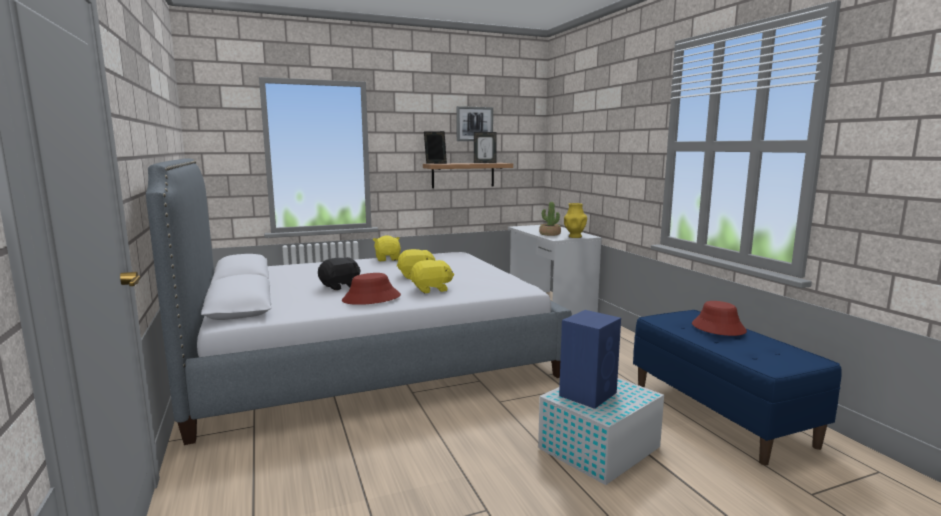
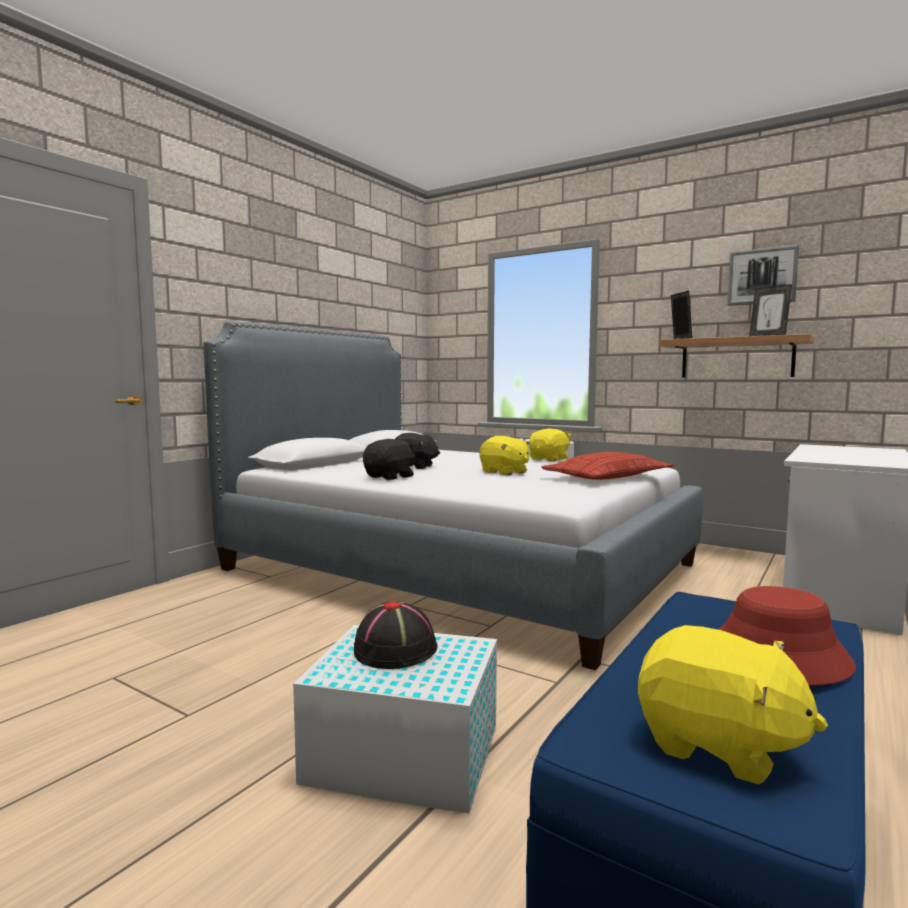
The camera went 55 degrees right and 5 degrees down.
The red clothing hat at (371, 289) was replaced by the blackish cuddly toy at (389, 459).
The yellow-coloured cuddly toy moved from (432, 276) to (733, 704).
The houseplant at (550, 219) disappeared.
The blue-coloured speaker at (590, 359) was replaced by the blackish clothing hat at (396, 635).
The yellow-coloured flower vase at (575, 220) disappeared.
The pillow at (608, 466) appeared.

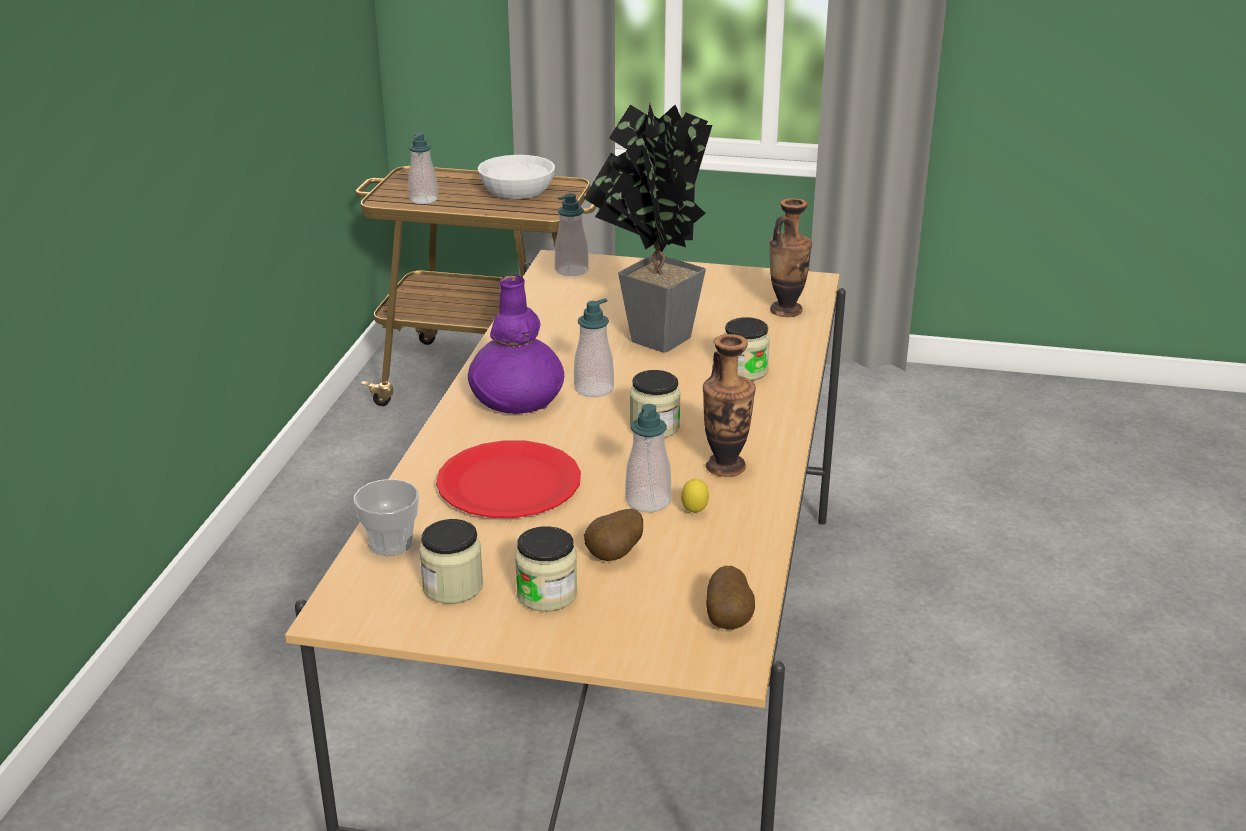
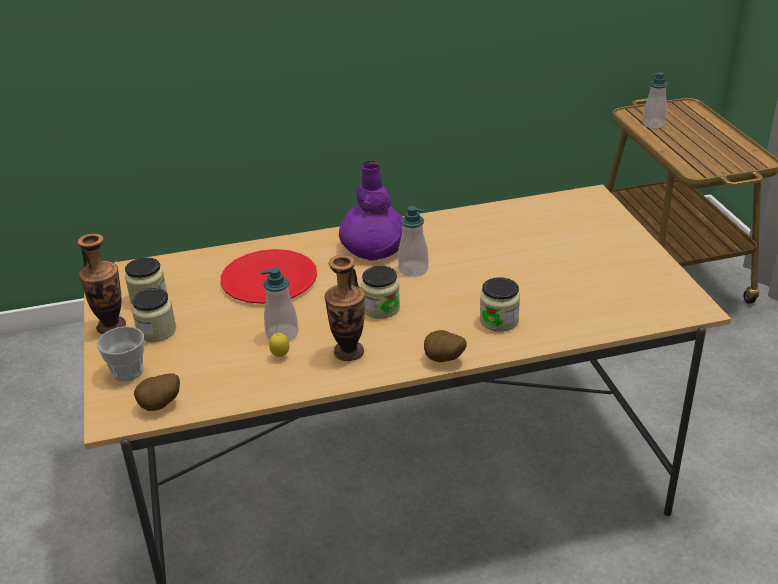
The camera went 65 degrees right and 5 degrees up.
The drinking cup moved from (386, 517) to (120, 354).
The white-coloured bowl at (516, 177) disappeared.
The soap dispenser at (572, 234) disappeared.
The houseplant at (648, 228) disappeared.
The whole potato moved from (613, 535) to (445, 346).
The flower vase moved from (790, 257) to (101, 284).

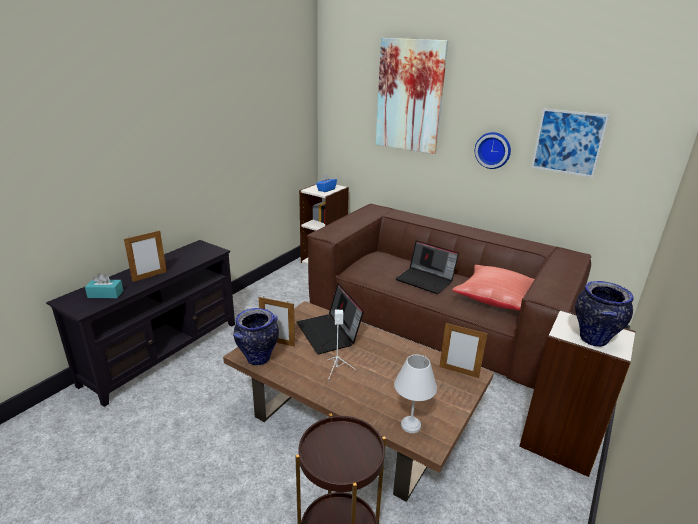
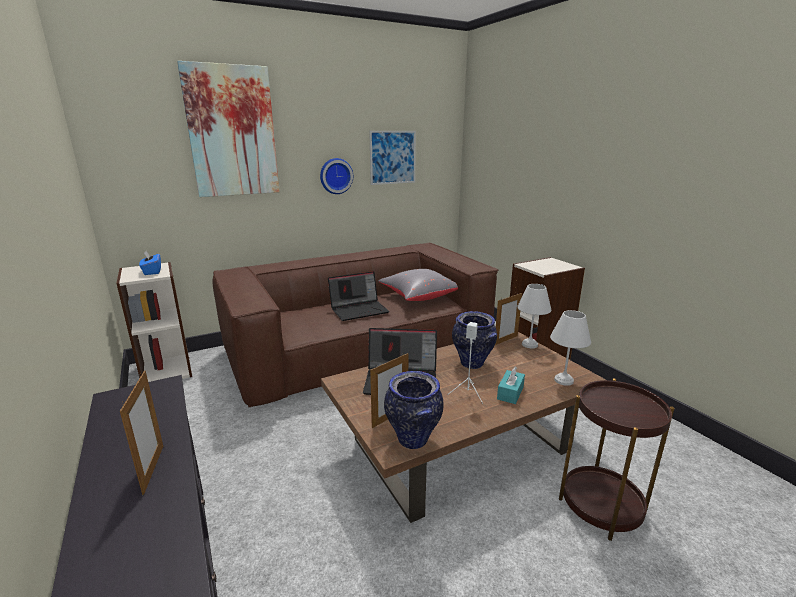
The camera went 60 degrees left and 5 degrees down.
The turquoise tissue box moved from (104, 285) to (511, 385).
The red pillow at (493, 288) became the gray pillow at (418, 285).
The flower vase moved from (604, 314) to (474, 340).
The white-coloured lamp for a table at (534, 316) appeared.

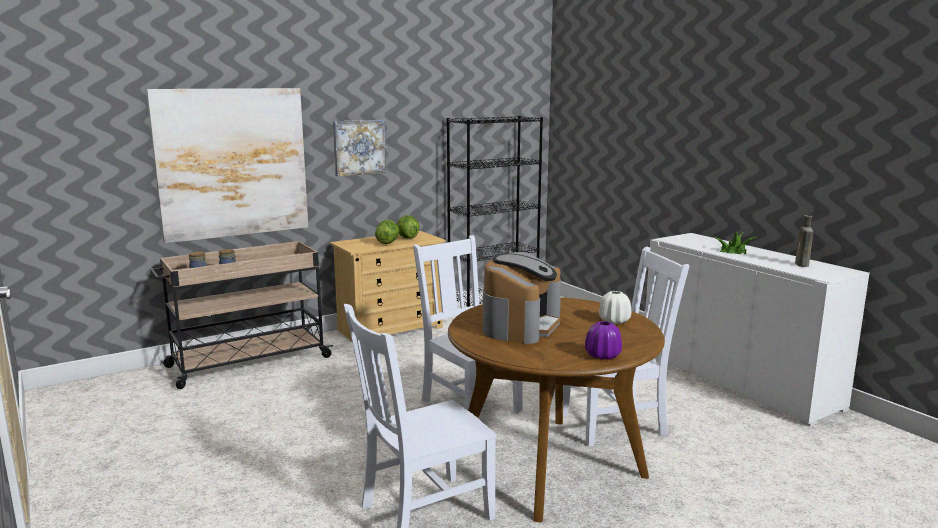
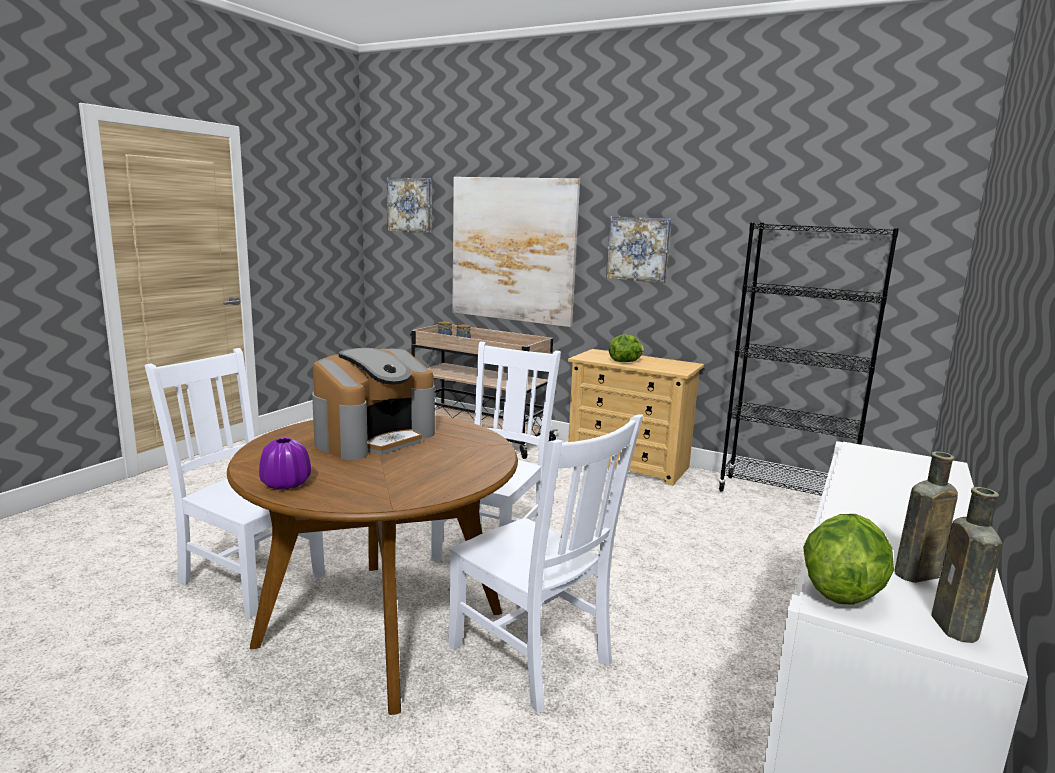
The camera went 60 degrees right and 0 degrees up.
The lettuce moved from (408, 227) to (848, 559).
The coffee machine at (522, 298) turned 45 degrees counterclockwise.
The white-coloured flower vase at (615, 307) disappeared.
The houseplant at (735, 242) disappeared.
The wall picture at (409, 205) appeared.
The brown drink bottle at (966, 565) appeared.

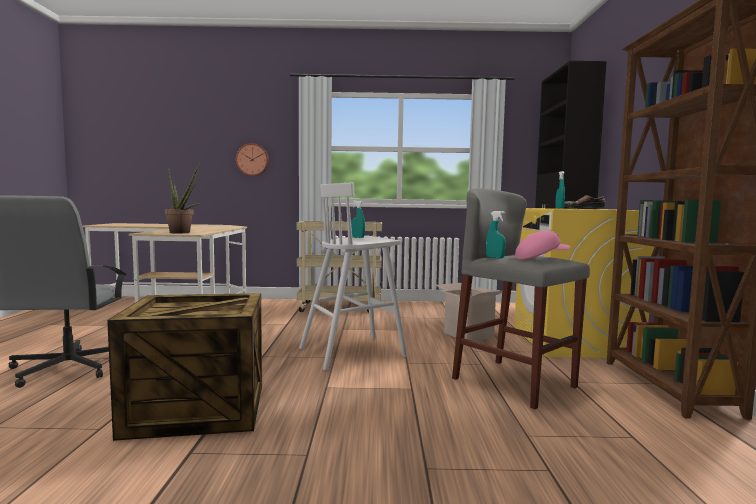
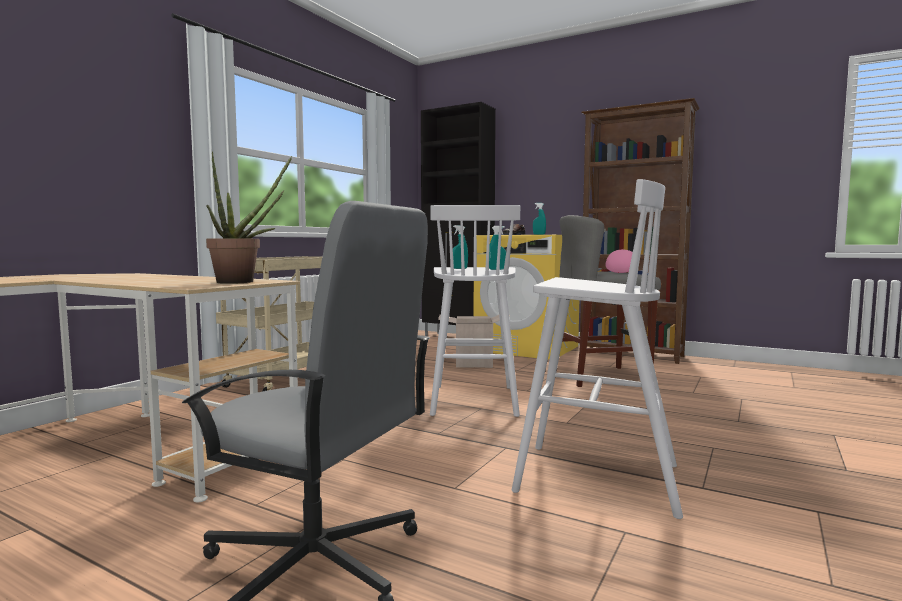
The camera went 60 degrees left and 0 degrees up.
The shipping crate at (184, 367) was replaced by the white-coloured sitting stool at (597, 349).
The clock on the wall at (252, 159) disappeared.
The turquoise hand sprayer moved from (496, 235) to (497, 248).

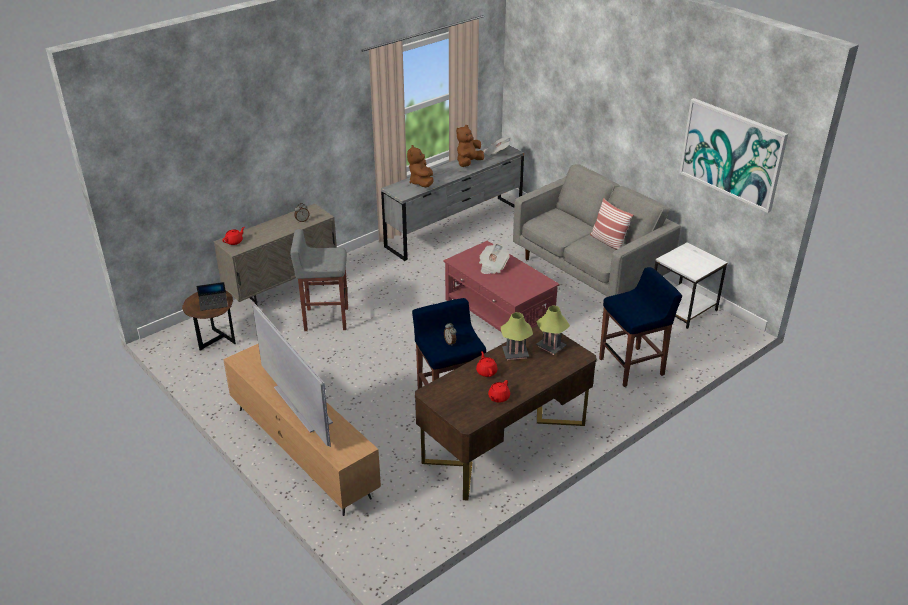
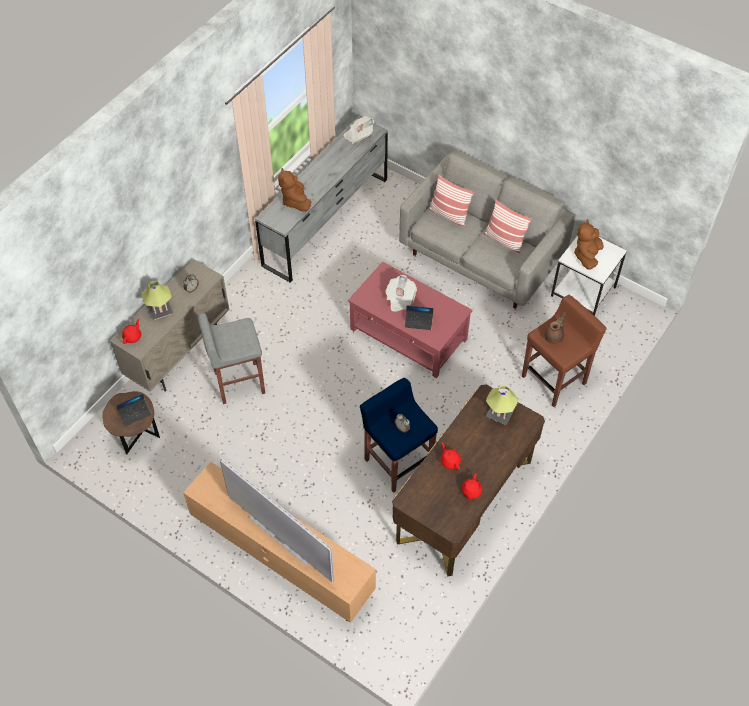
The camera went 15 degrees left and 20 degrees up.
The brown cuddly toy moved from (470, 146) to (589, 244).
The lamp for a table moved from (517, 336) to (157, 300).
The blue-coloured sitting stool at (640, 327) became the brown sitting stool at (564, 351).
The wall picture at (734, 155) disappeared.
The notebook computer at (419, 318) appeared.
The pillow at (451, 201) appeared.
The brown tea pot at (554, 328) appeared.

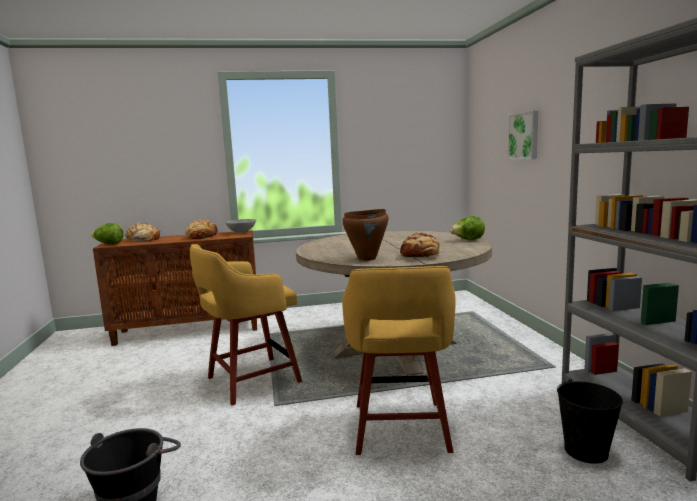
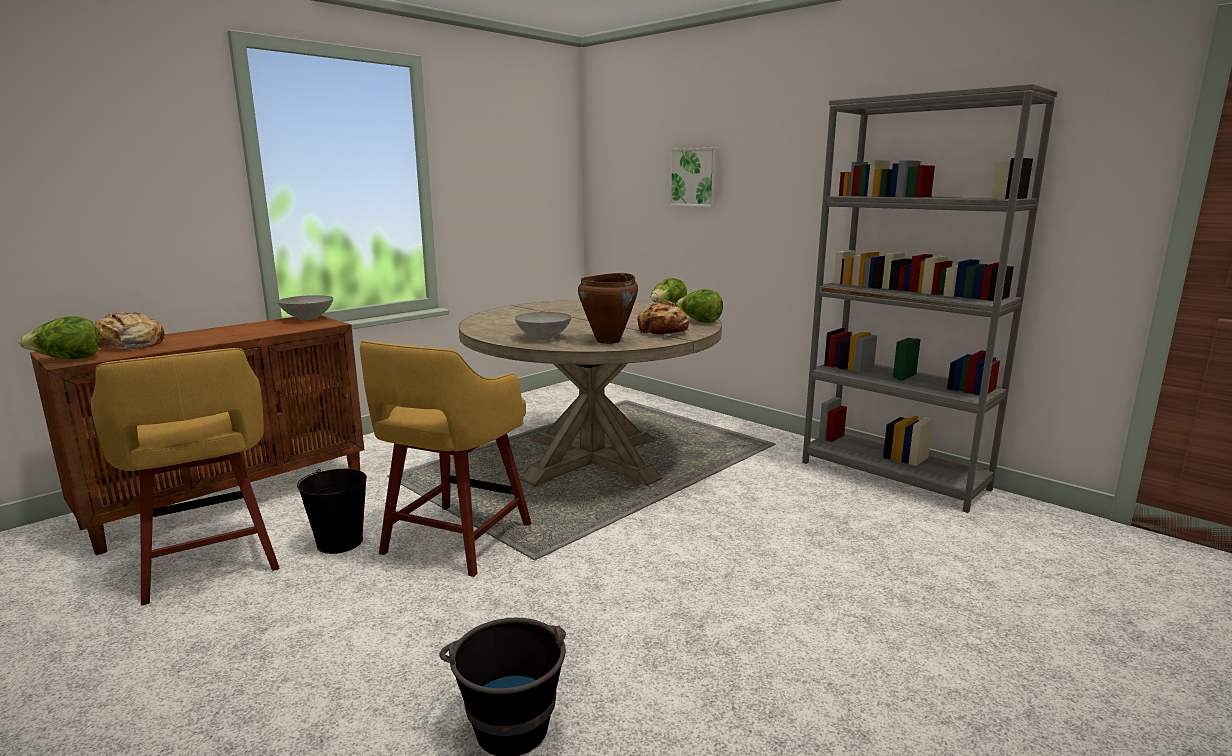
The camera went 35 degrees left and 5 degrees up.
The bakery bread at (201, 229) disappeared.
The yellow-coloured sitting stool moved from (399, 360) to (185, 476).
The blackish pail moved from (590, 421) to (332, 511).
The gray bowl at (543, 326) appeared.
The lettuce at (699, 306) appeared.

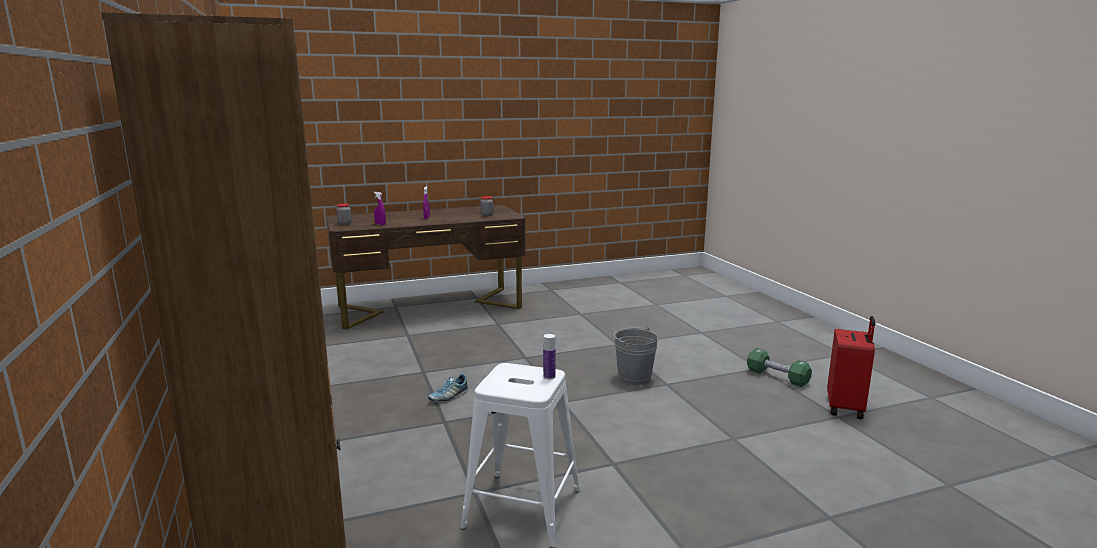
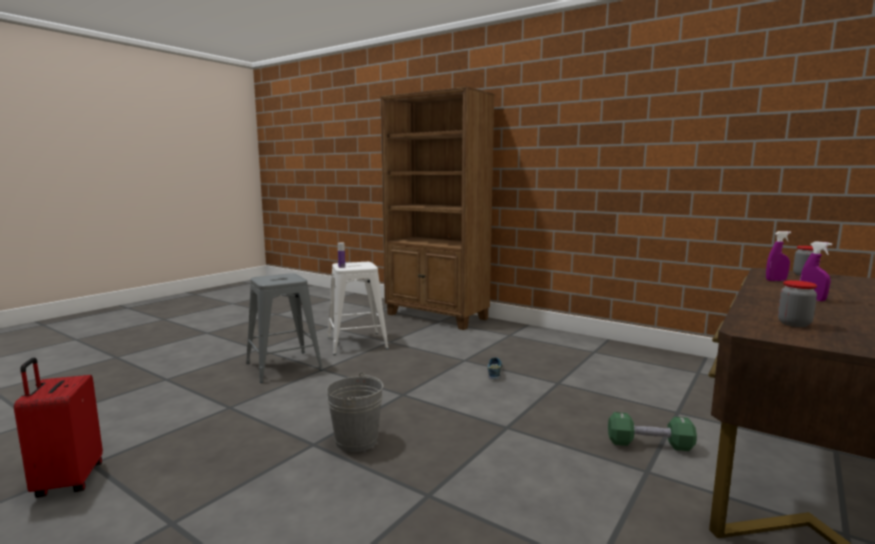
The camera went 145 degrees right and 5 degrees down.
The greenish dumbbell moved from (779, 367) to (652, 431).
The gray sitting stool at (284, 328) appeared.

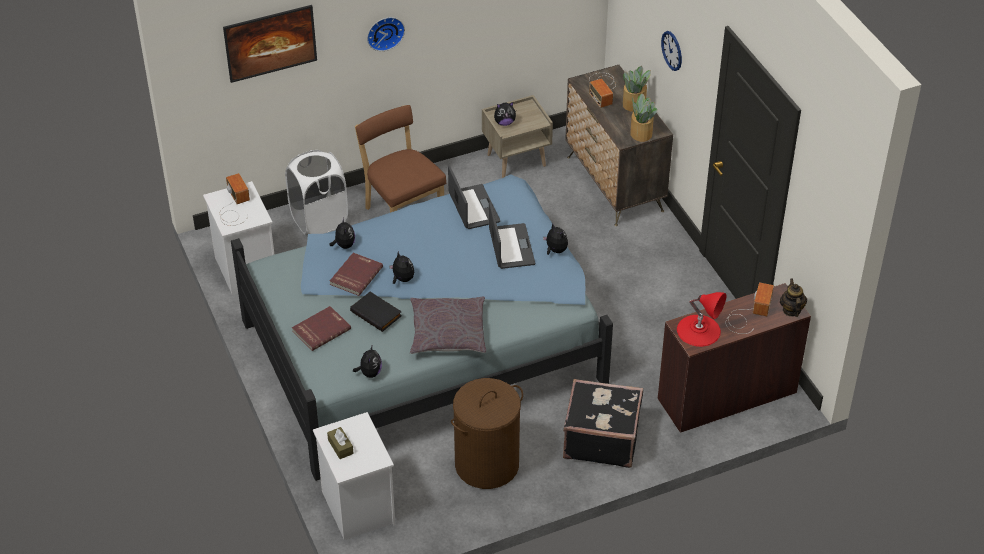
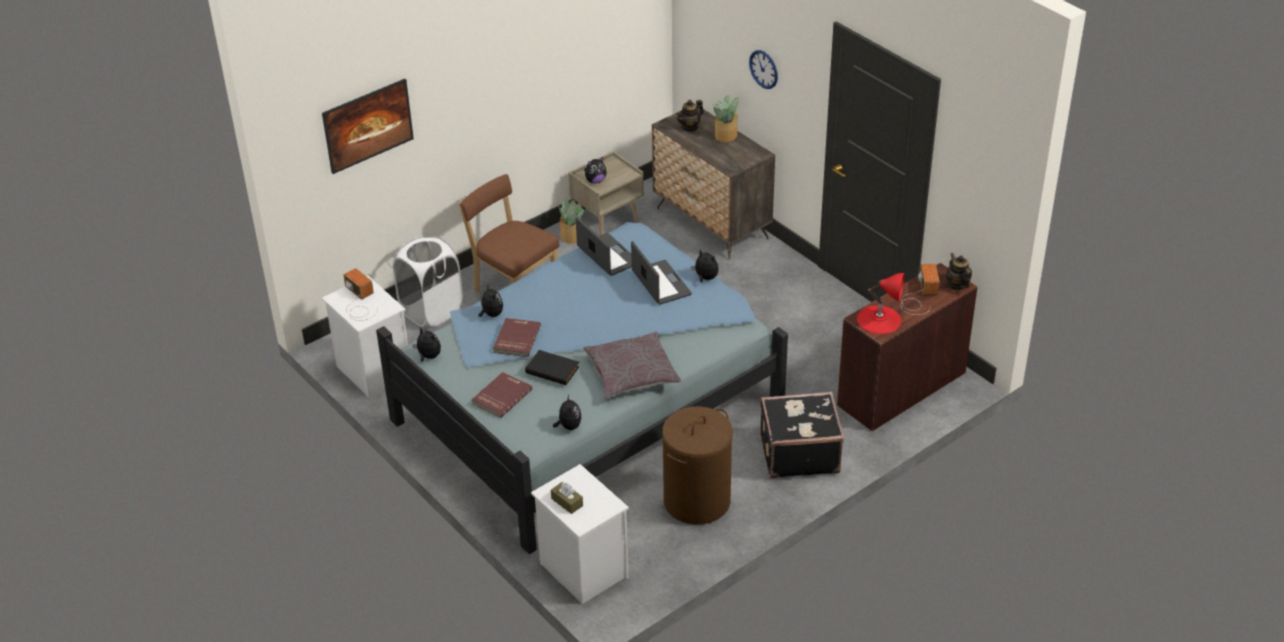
The camera went 15 degrees left and 5 degrees down.
The clock on the wall at (386, 34) disappeared.
The cuddly toy moved from (401, 267) to (426, 344).
The radio set at (602, 90) was replaced by the tea pot at (690, 116).
The houseplant moved from (643, 117) to (570, 221).

